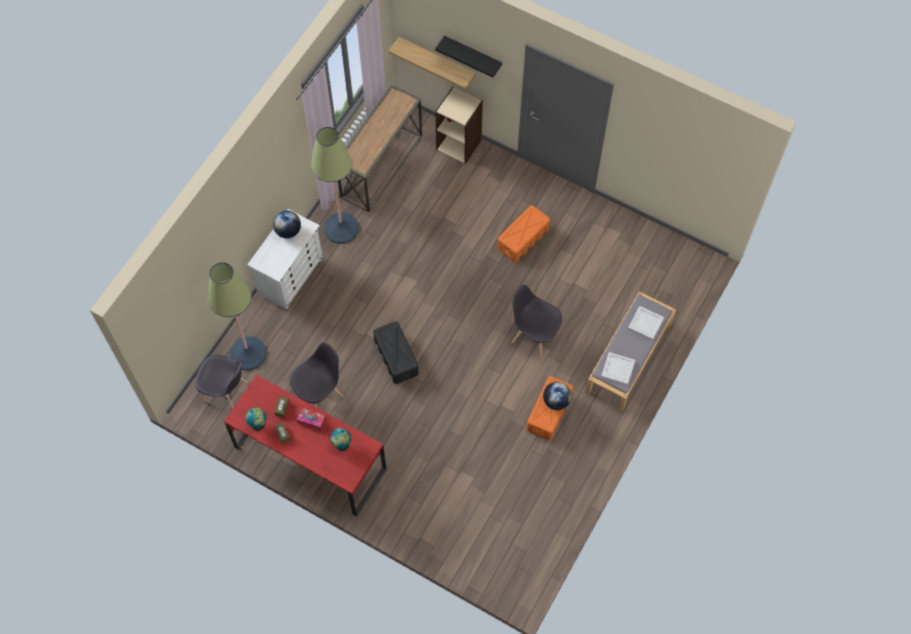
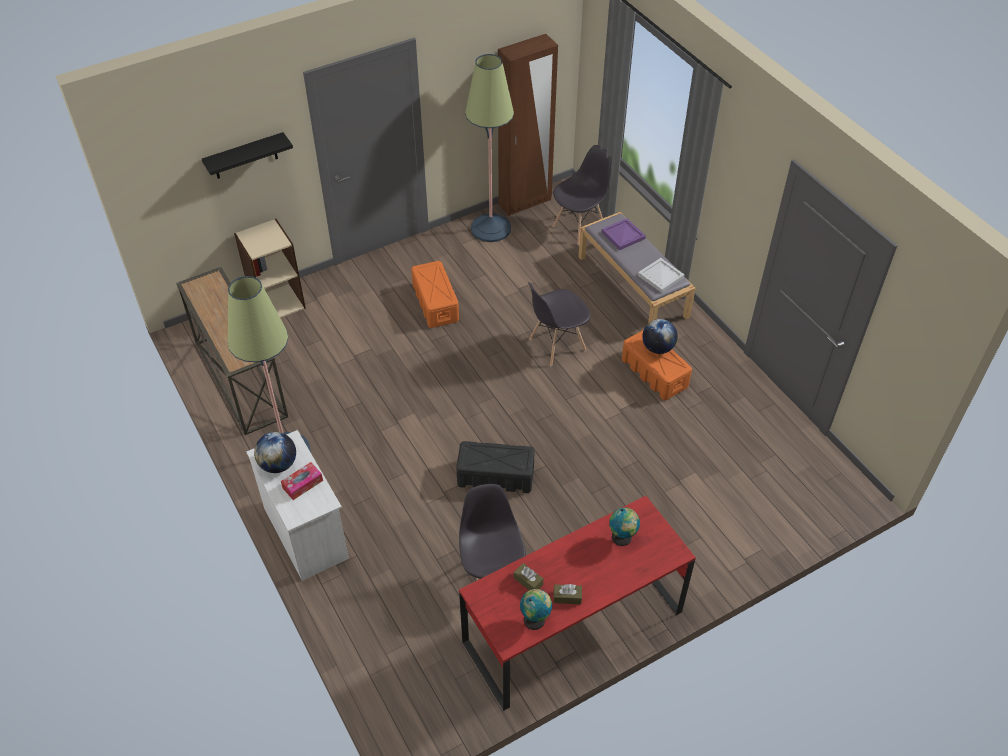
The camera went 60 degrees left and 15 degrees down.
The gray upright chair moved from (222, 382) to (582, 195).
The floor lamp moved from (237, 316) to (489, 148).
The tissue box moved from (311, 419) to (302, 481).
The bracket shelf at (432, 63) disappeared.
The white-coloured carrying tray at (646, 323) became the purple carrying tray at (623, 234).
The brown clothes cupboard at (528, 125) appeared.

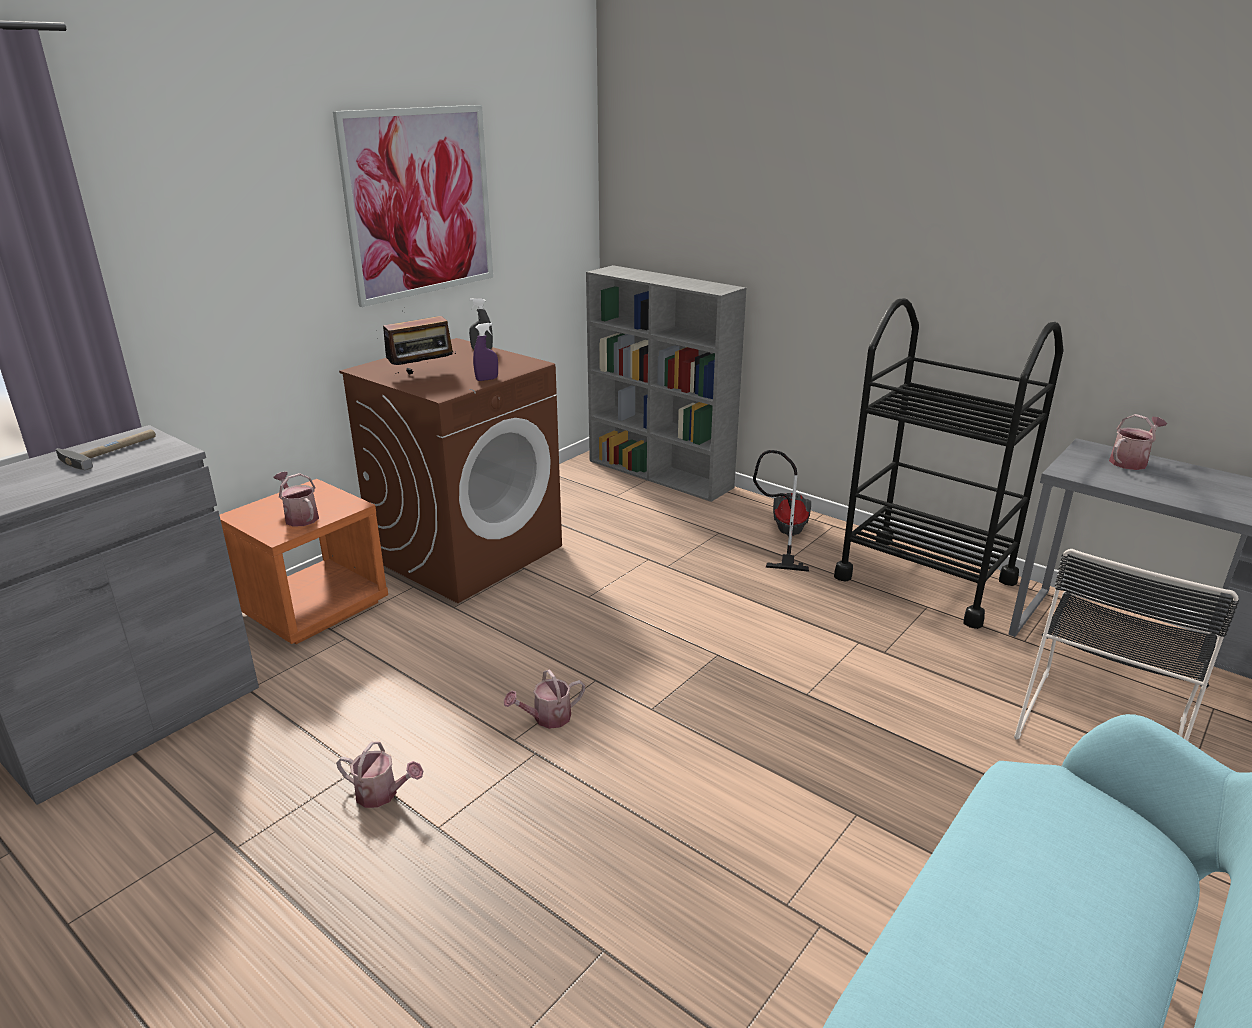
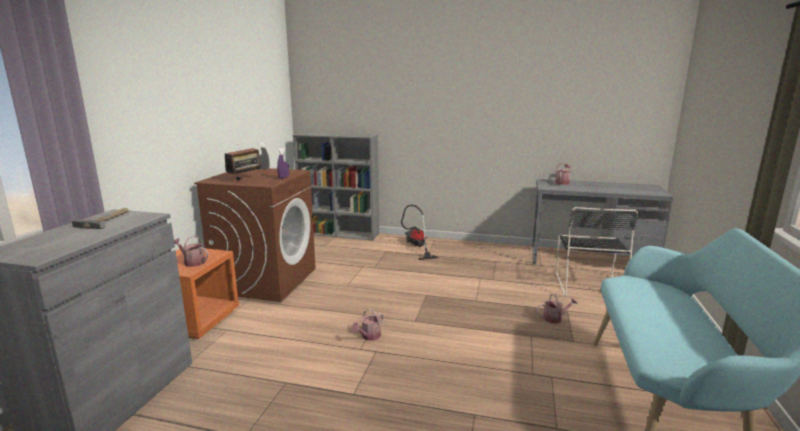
The camera went 25 degrees left and 10 degrees down.
The wall picture at (413, 206) disappeared.
The watering can moved from (379, 774) to (556, 309).
The blackish cart at (948, 463) disappeared.

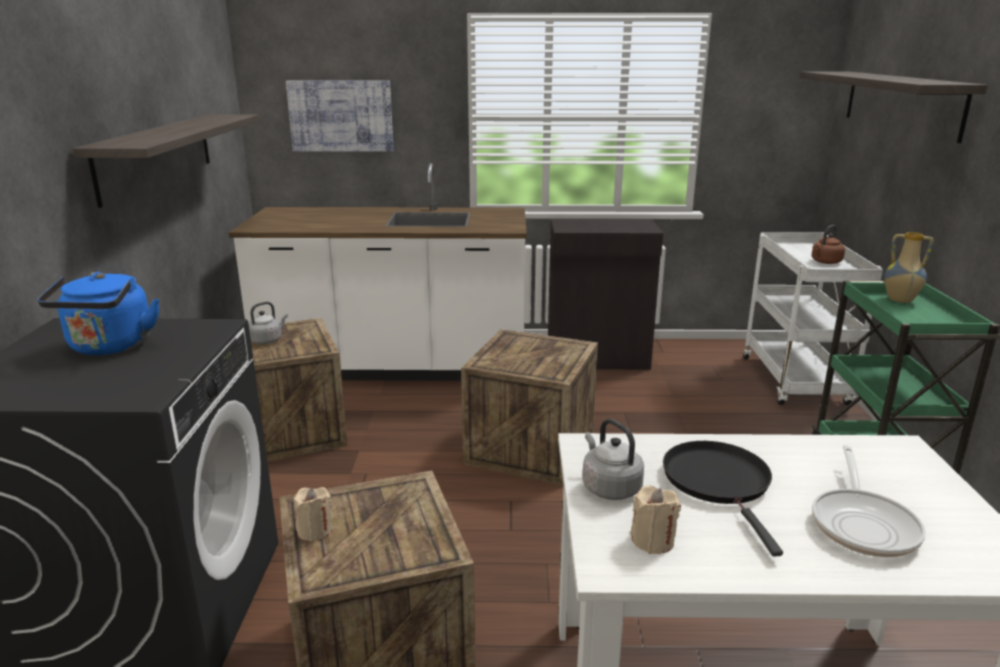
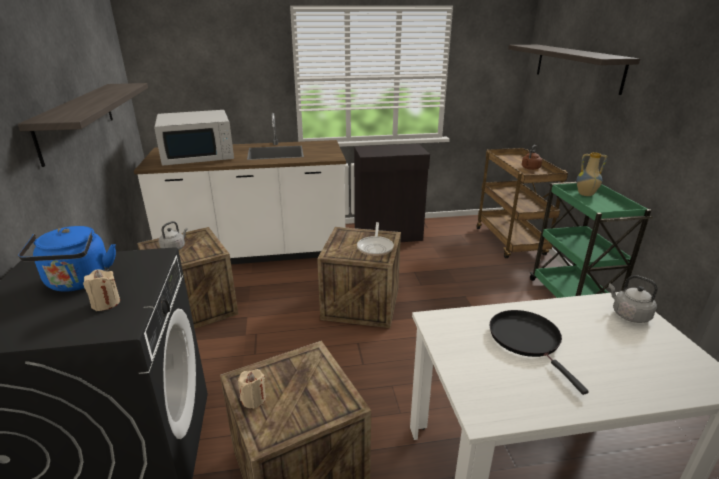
The camera went 10 degrees left and 5 degrees up.
The wall picture at (340, 116) disappeared.
The gray kettle moved from (613, 459) to (633, 299).
The beige-coloured wax light moved from (656, 520) to (101, 290).
The white-coloured cart at (813, 318) became the brown cart at (522, 203).
The pan moved from (869, 501) to (375, 239).
The white-coloured microwave at (194, 137) appeared.

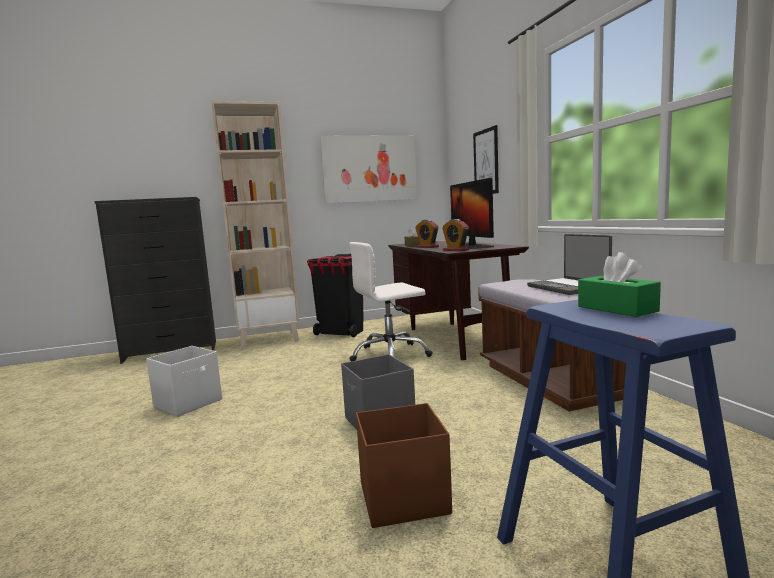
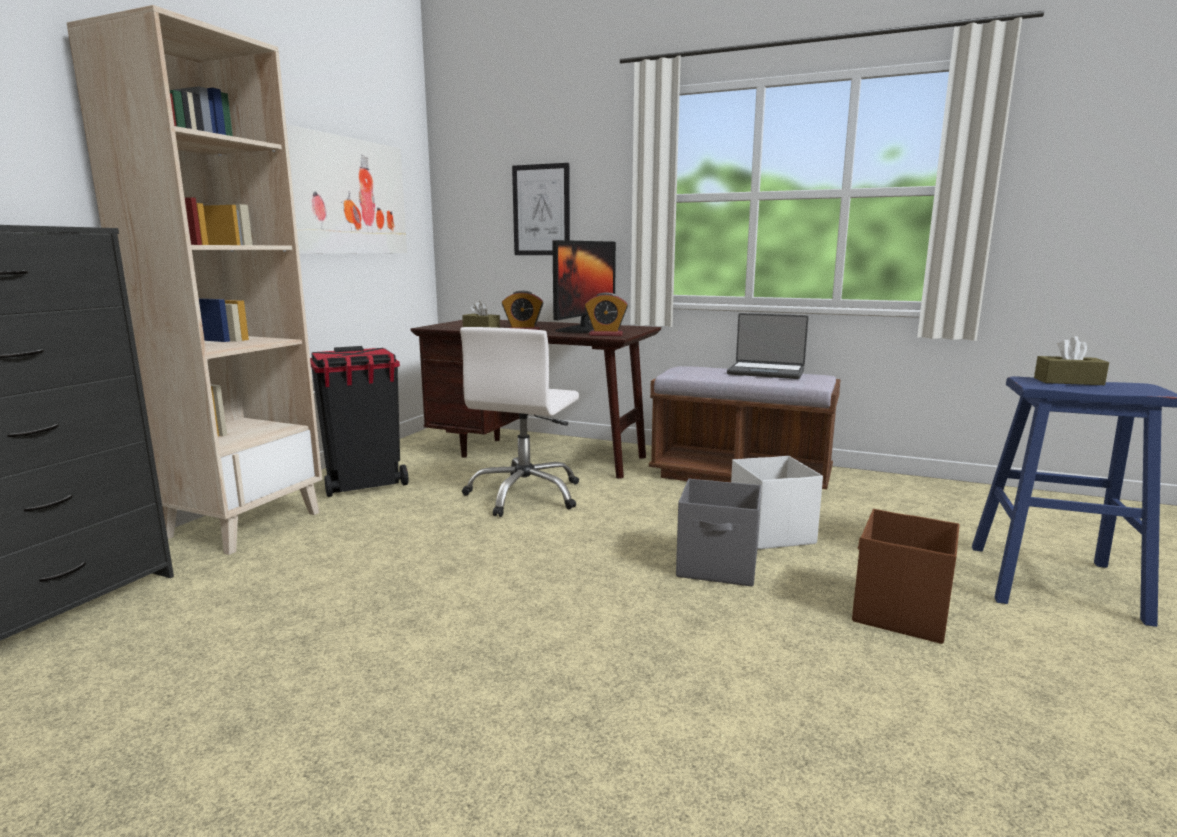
The camera went 50 degrees left and 5 degrees up.
The white-coloured storage container moved from (184, 381) to (777, 503).
The computer screen at (472, 213) turned 90 degrees counterclockwise.
The greenish tissue box at (619, 284) became the brown tissue box at (1071, 360).

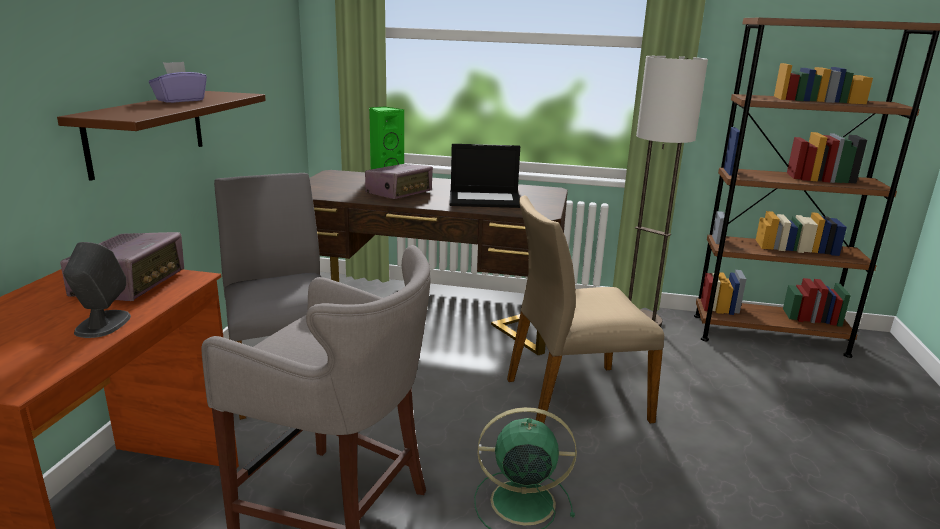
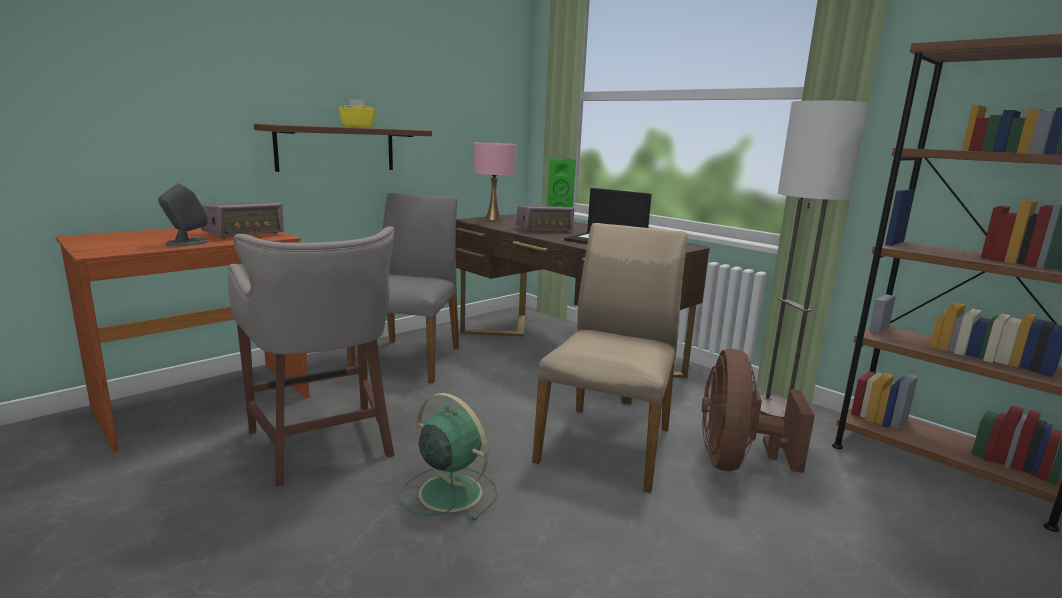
The camera went 35 degrees right and 5 degrees down.
The purple tissue box at (178, 82) became the yellow-coloured tissue box at (356, 113).
The beige-coloured upright chair at (585, 309) turned 90 degrees clockwise.
The pinkish lamp for a table at (494, 181) appeared.
The brown cooling fan at (758, 411) appeared.

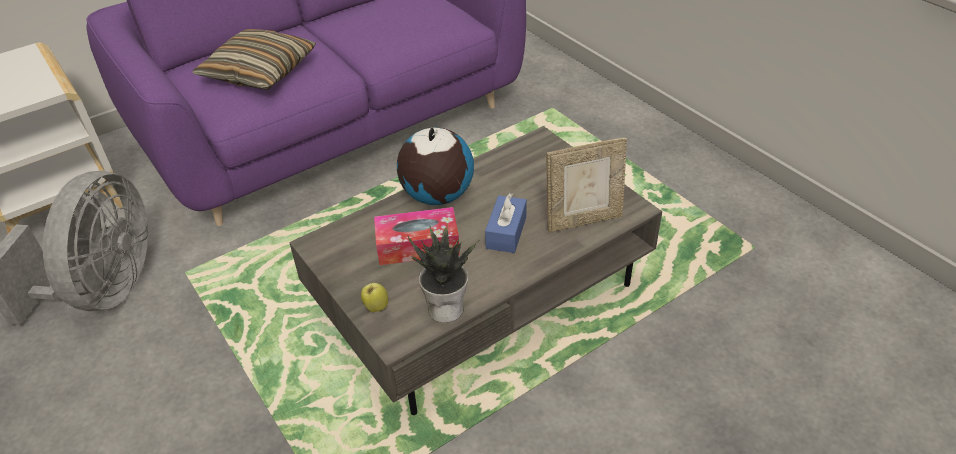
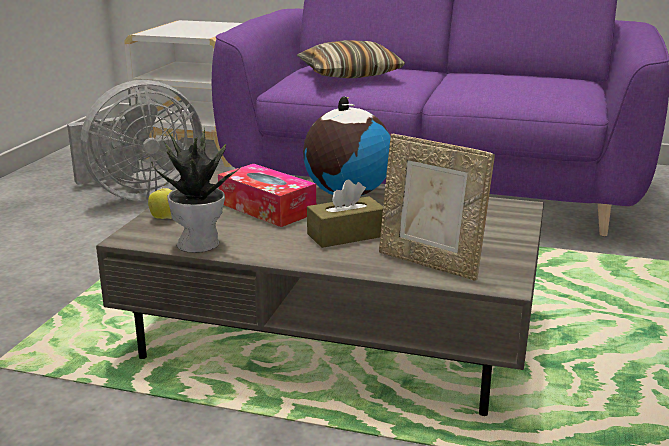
The camera went 50 degrees right and 20 degrees down.
The blue-coloured tissue box at (506, 223) became the brown tissue box at (345, 213).

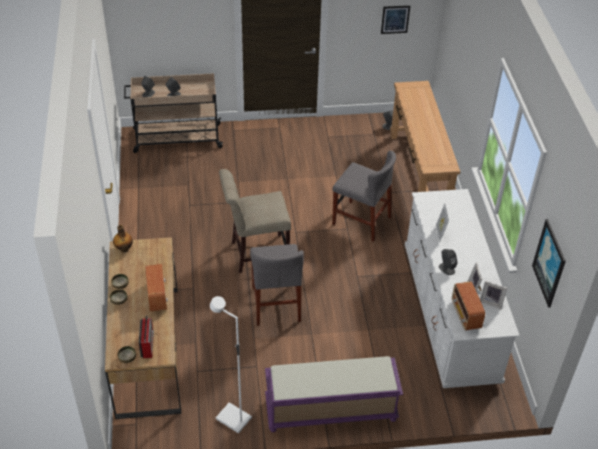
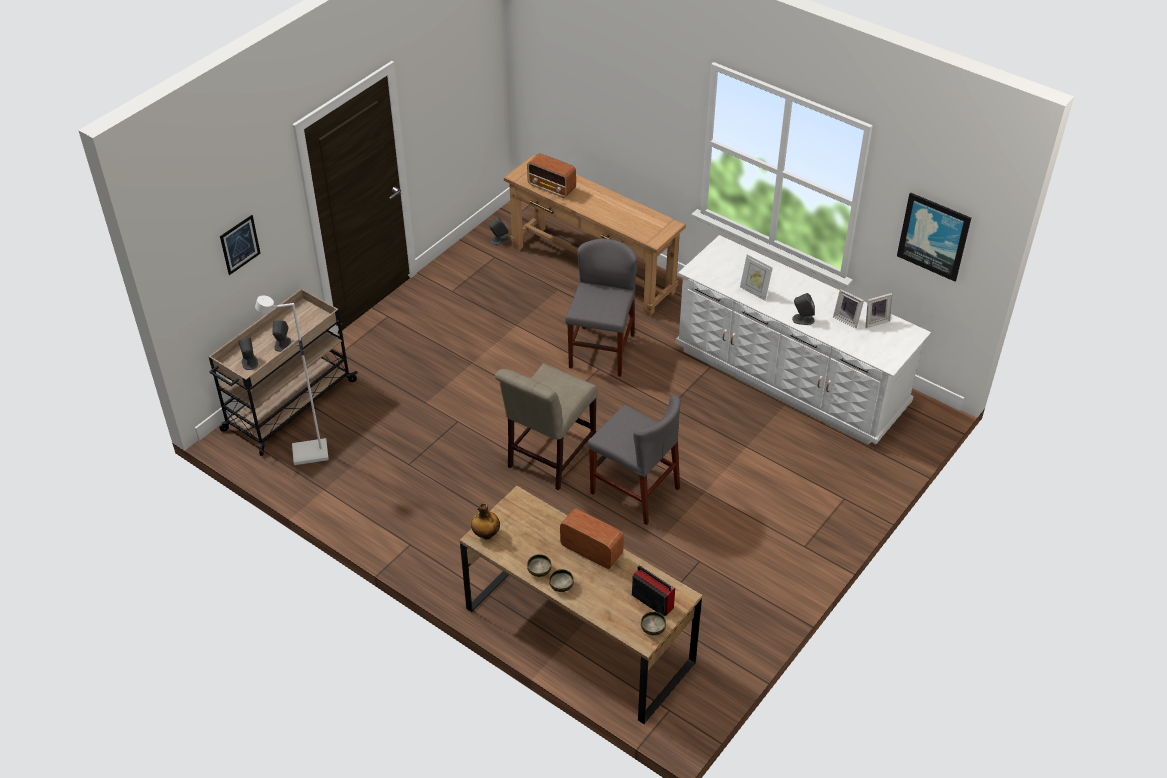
The camera went 45 degrees left and 0 degrees up.
The white-coloured floor lamp moved from (231, 364) to (292, 380).
The purple bench at (334, 394) disappeared.
The gray upright chair at (364, 196) turned 60 degrees counterclockwise.
The wall picture moved from (395, 19) to (240, 245).
The radio set moved from (468, 305) to (551, 175).

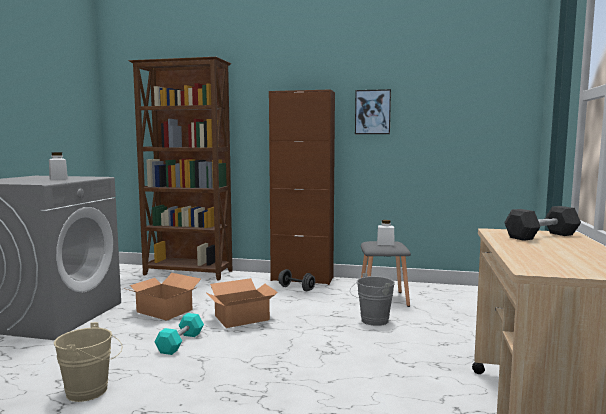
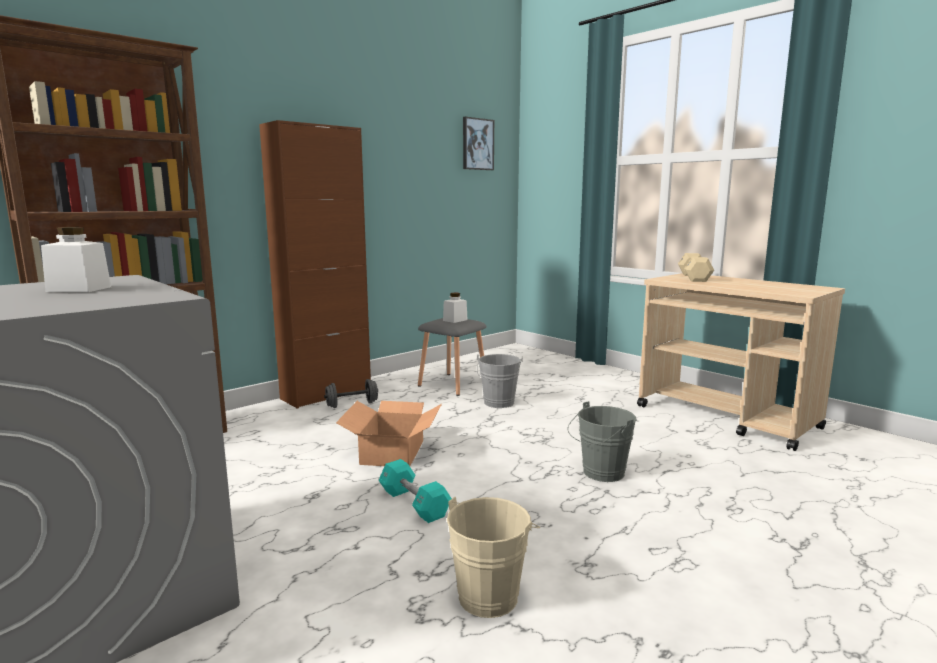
The camera went 55 degrees left and 5 degrees up.
The cardboard box at (162, 297) disappeared.
The wall picture moved from (373, 111) to (478, 143).
The blackish dumbbell at (542, 223) became the beige-coloured dumbbell at (696, 267).
The gray pail at (602, 441) appeared.

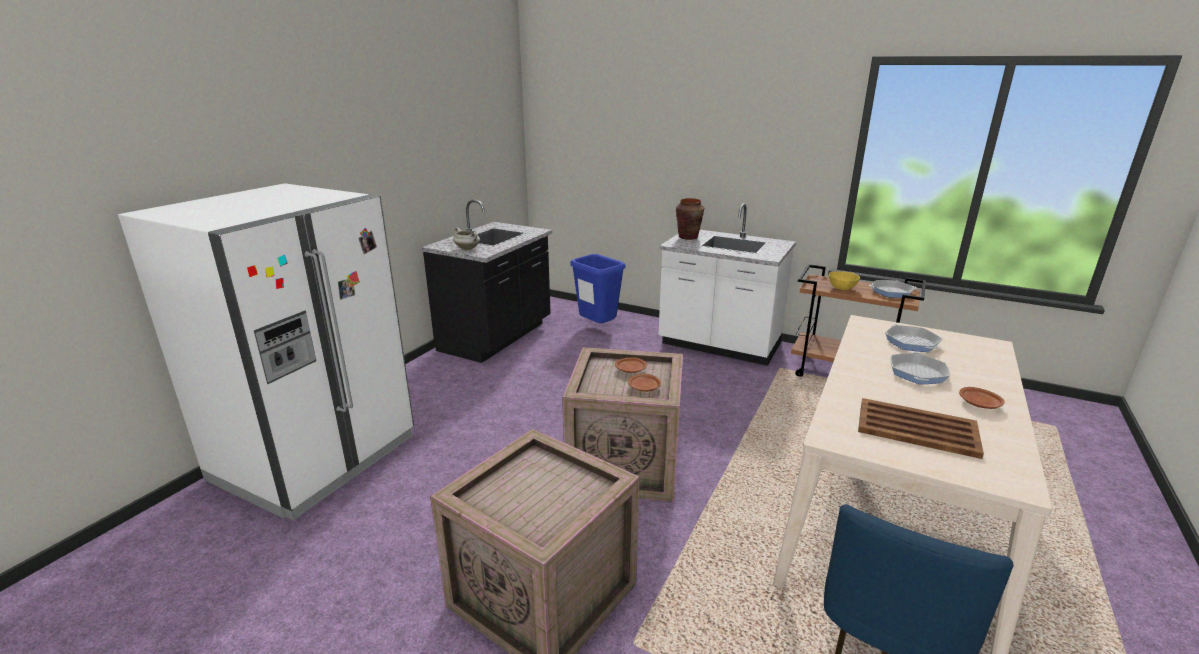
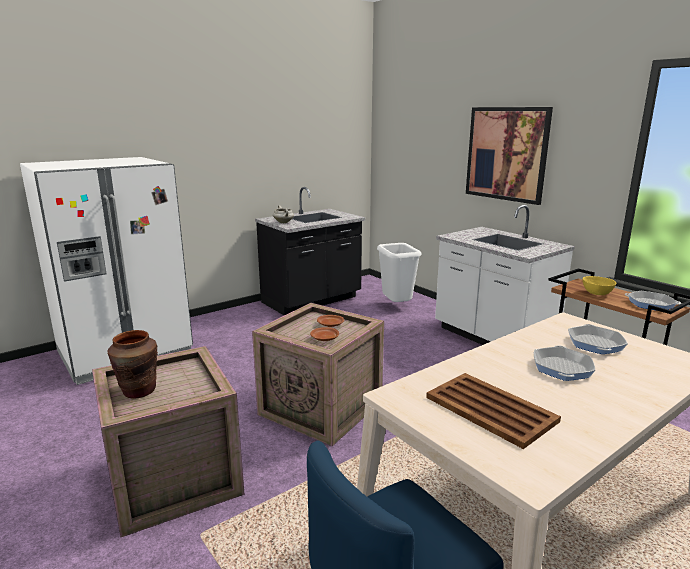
The camera went 25 degrees right and 5 degrees down.
The blue-coloured trash can at (598, 288) became the white-coloured trash can at (399, 272).
The brown flower vase moved from (690, 219) to (133, 364).
The pan at (920, 368) turned 150 degrees clockwise.
The brown dinner plate at (982, 398) disappeared.
The wall picture at (509, 156) appeared.

